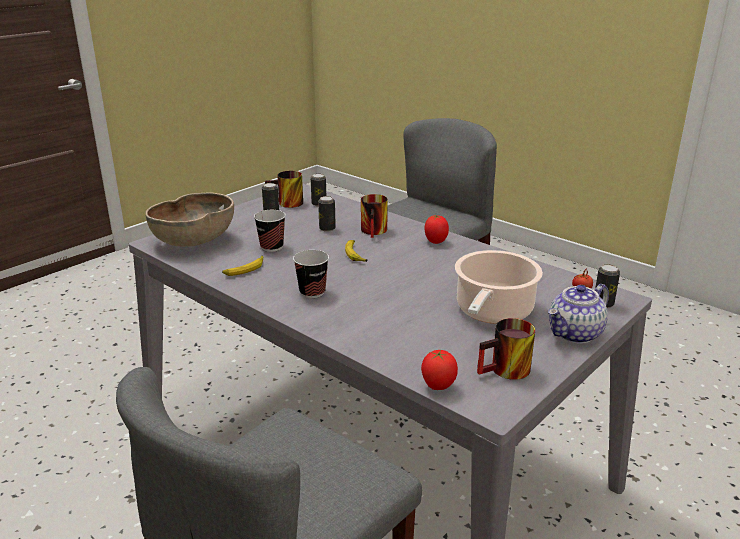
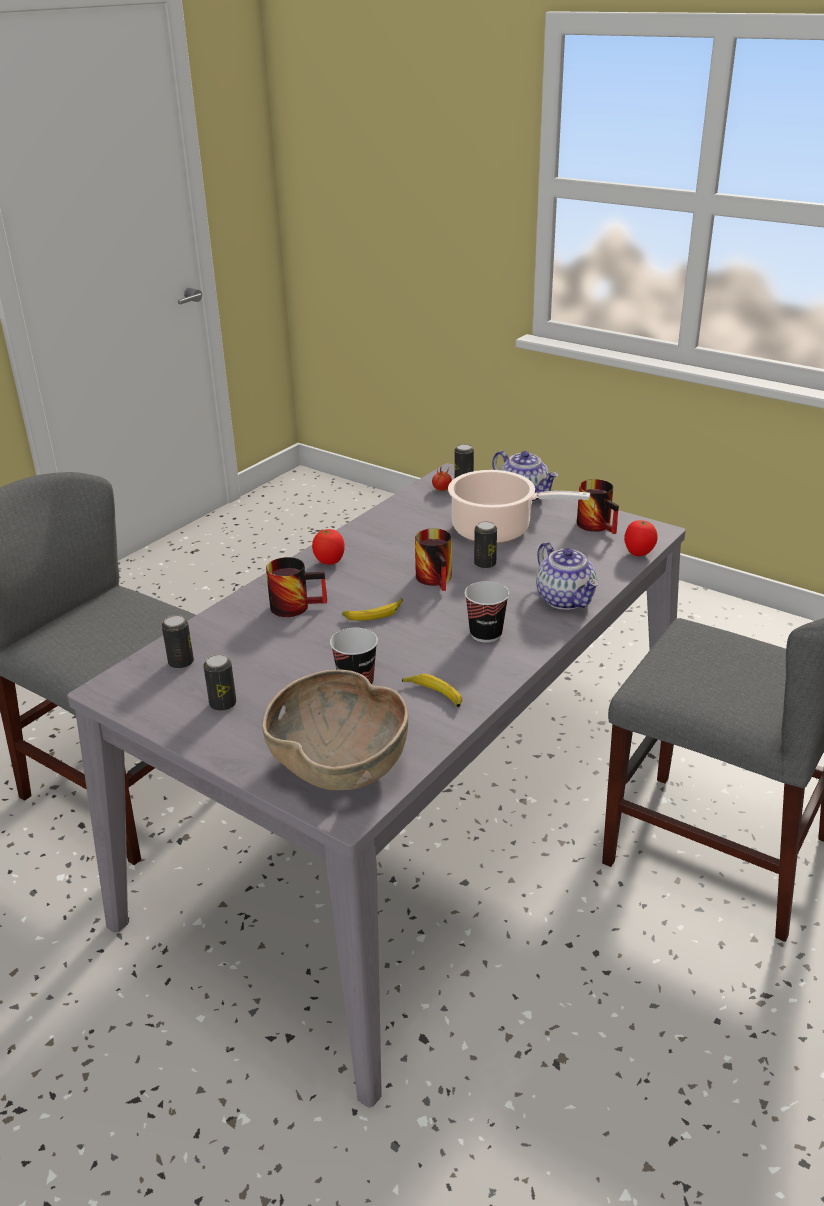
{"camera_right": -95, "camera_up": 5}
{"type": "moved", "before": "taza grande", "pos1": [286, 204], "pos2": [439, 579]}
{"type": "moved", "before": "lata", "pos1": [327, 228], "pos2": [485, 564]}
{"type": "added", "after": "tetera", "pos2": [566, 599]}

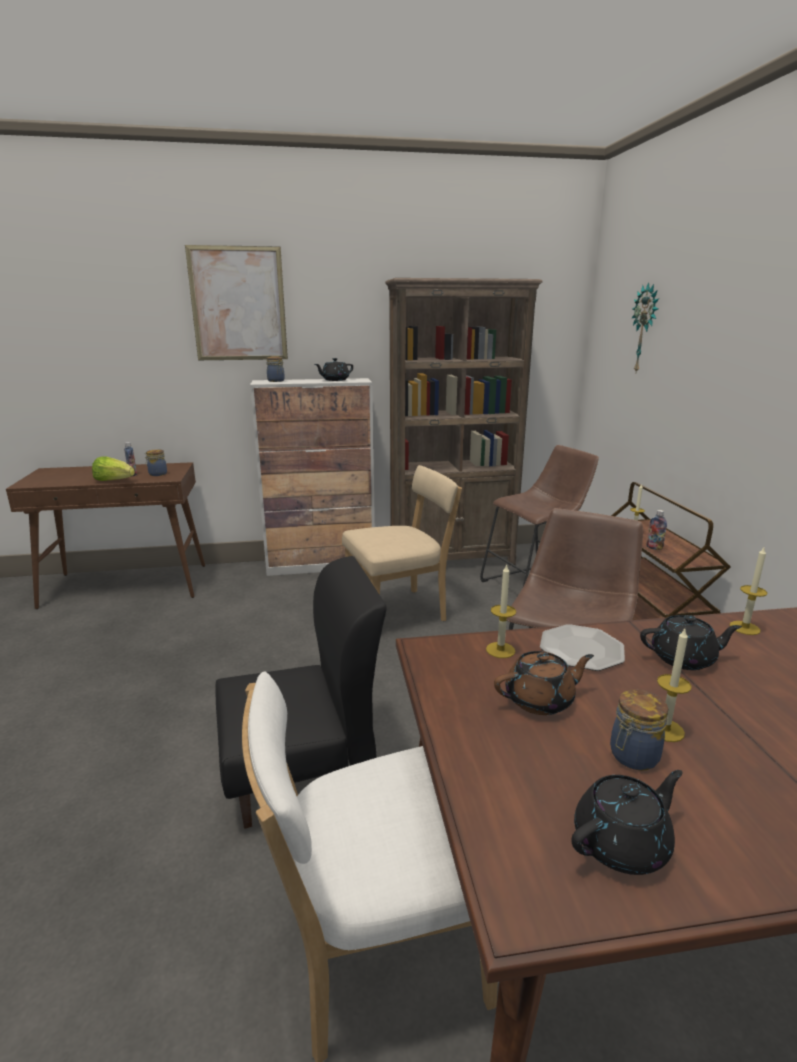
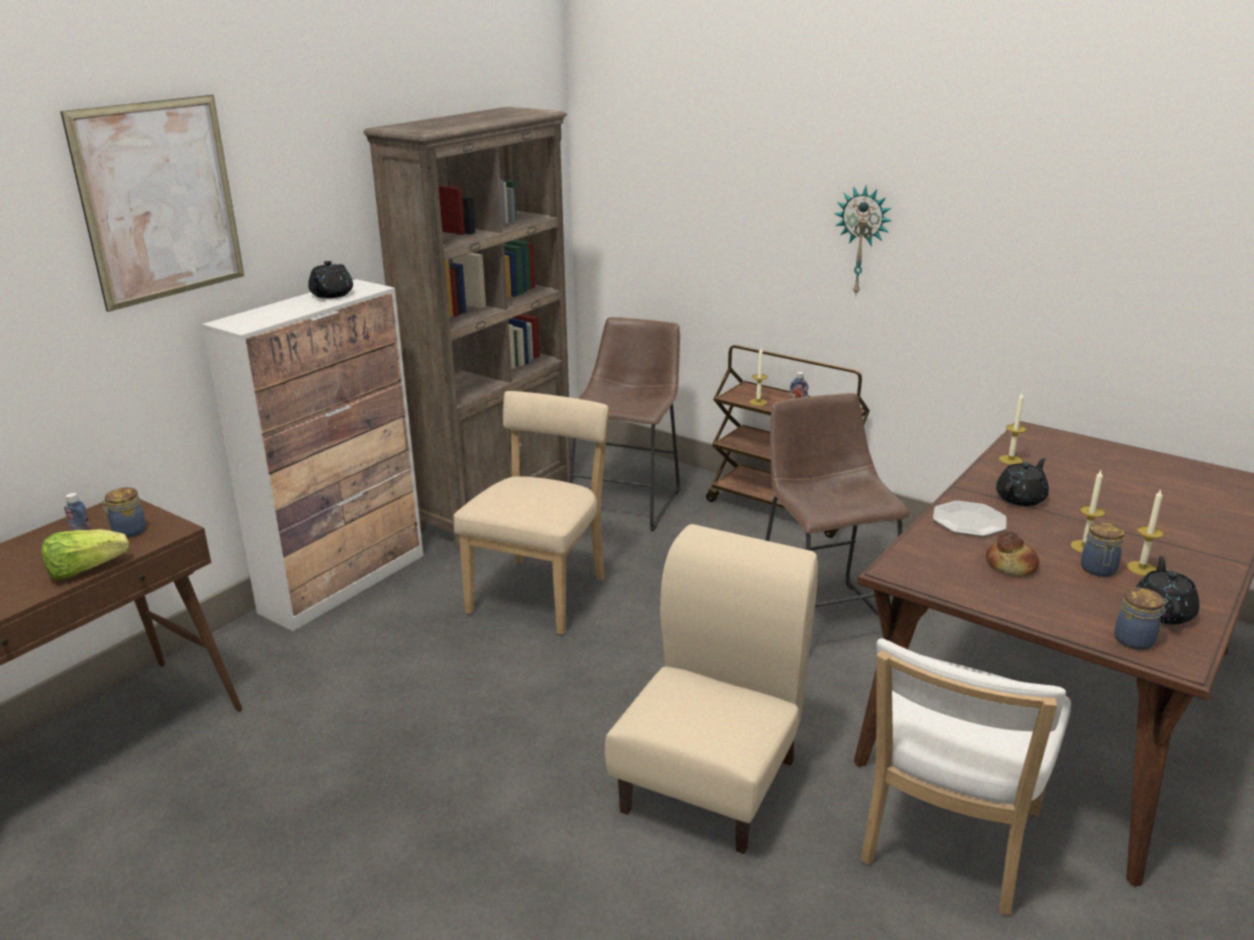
{"camera_right": -45, "camera_up": 5}
{"type": "recoloured", "before": "silla/negro", "after": "silla/beis", "pos1": [301, 771], "pos2": [711, 784]}
{"type": "moved", "before": "tarro", "pos1": [276, 381], "pos2": [1136, 640]}
{"type": "moved", "before": "vela", "pos1": [500, 650], "pos2": [1141, 568]}
{"type": "replaced", "before": "tetera/marrón", "after": "pan", "pos1": [540, 700], "pos2": [1012, 565]}
{"type": "moved", "before": "reloj de pared", "pos1": [645, 329], "pos2": [862, 241]}

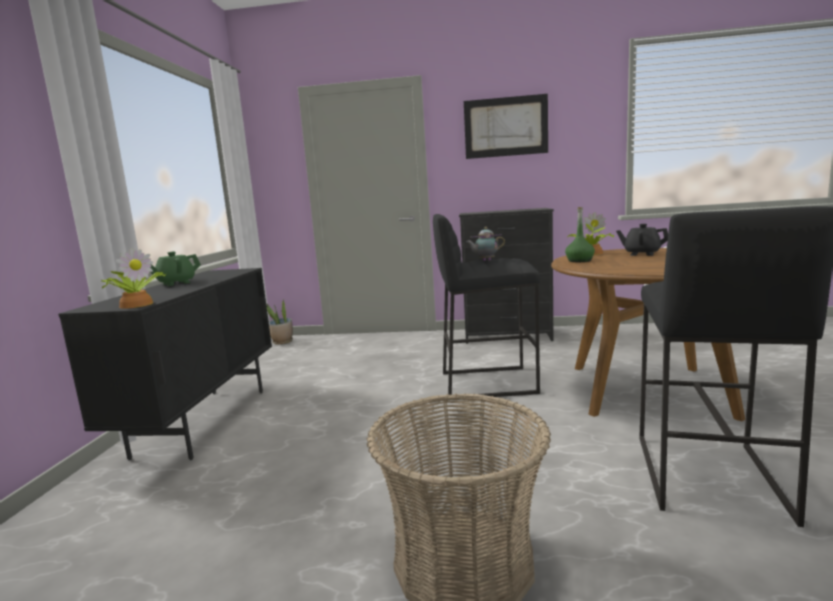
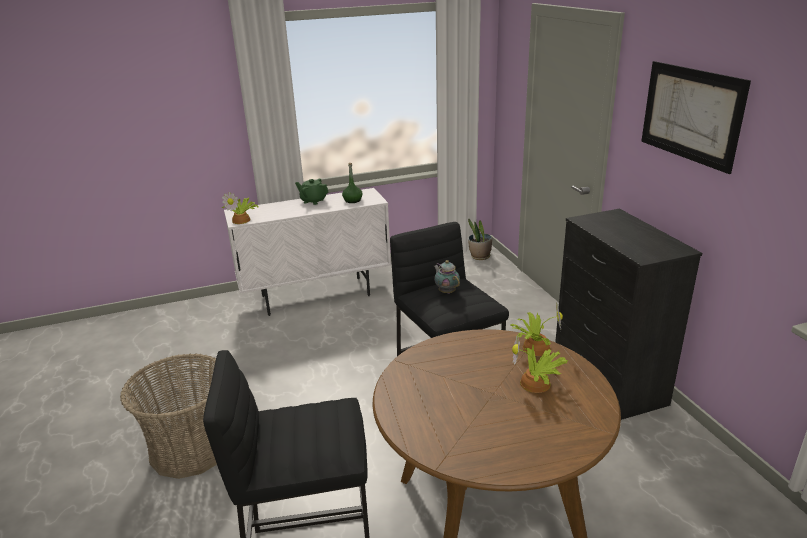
{"camera_right": 65, "camera_up": 15}
{"type": "recoloured", "before": "armario/negro", "after": "armario/blanco", "pos1": [204, 421], "pos2": [316, 296]}
{"type": "moved", "before": "botella/verde", "pos1": [579, 261], "pos2": [352, 200]}
{"type": "replaced", "before": "tetera/negro", "after": "planta en maceta", "pos1": [641, 254], "pos2": [537, 384]}

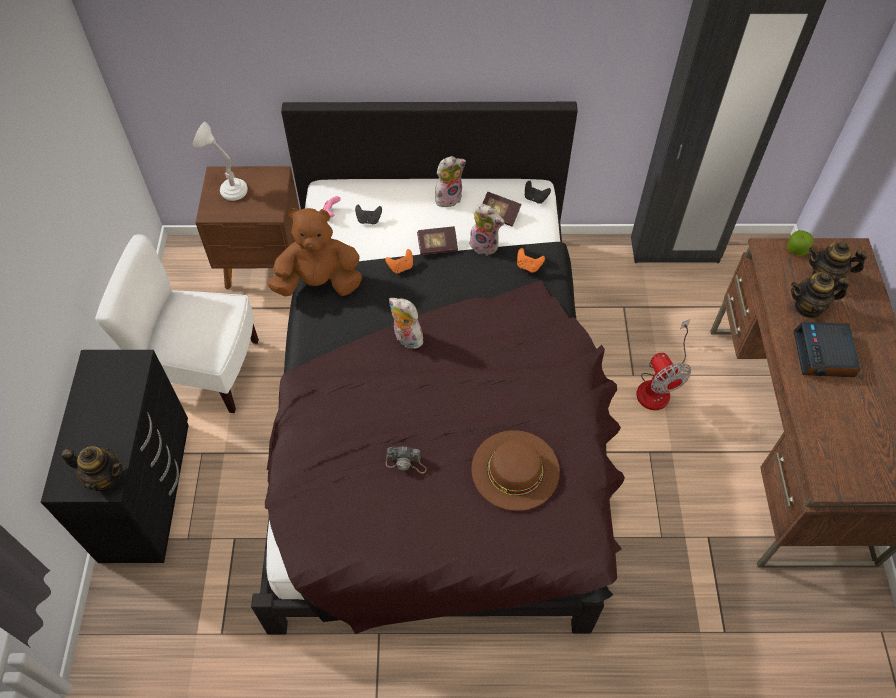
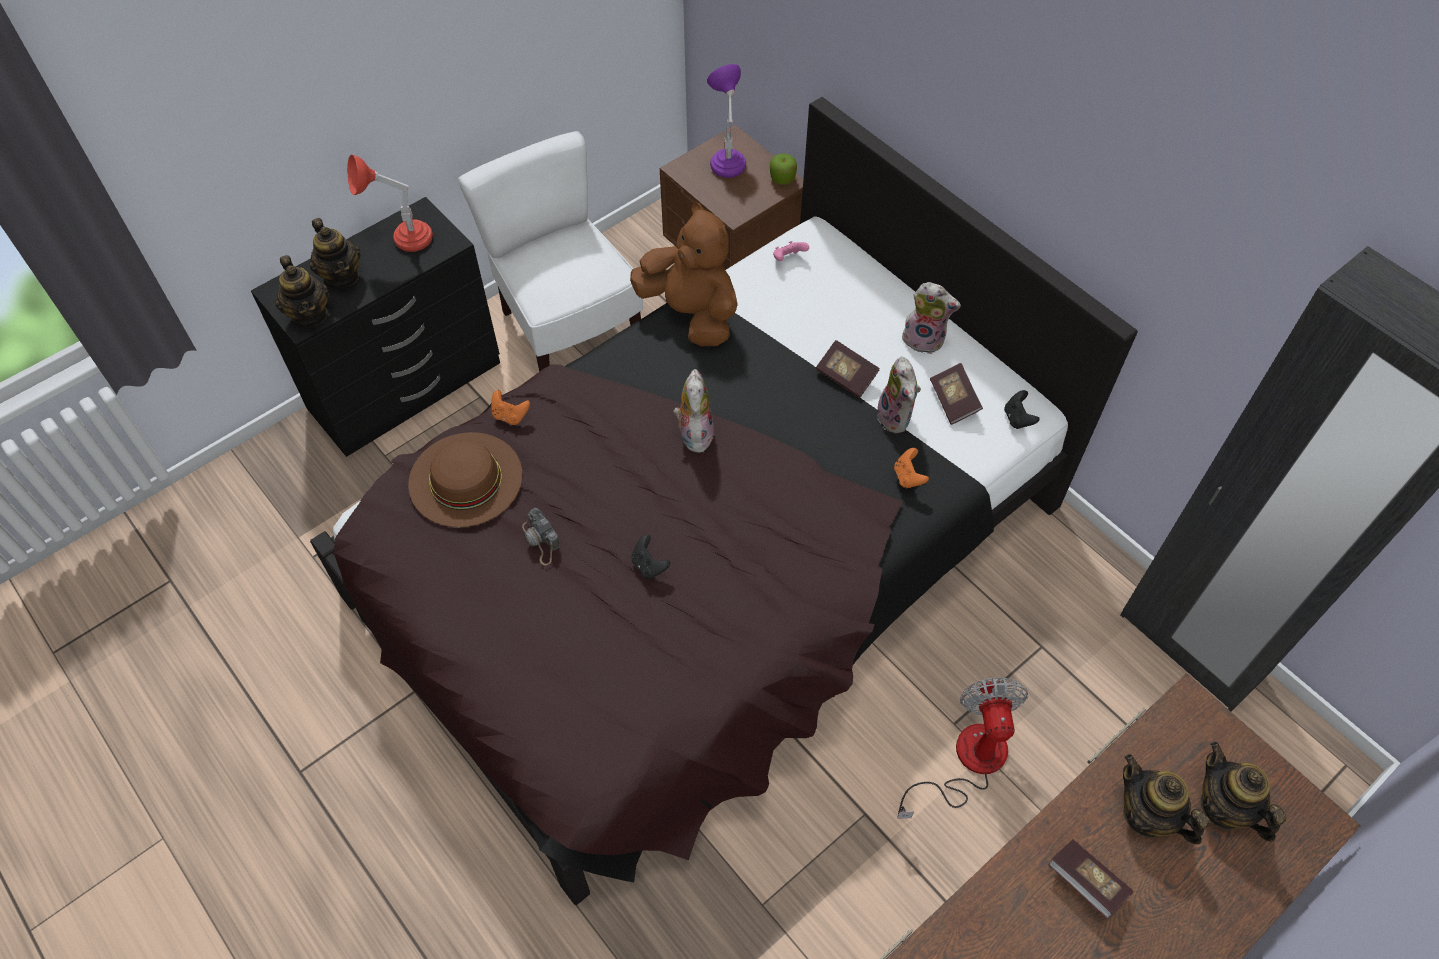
{"camera_right": 50, "camera_up": 0}
{"type": "recoloured", "before": "lámpara de mesa/blanco", "after": "lámpara de mesa/morado", "pos1": [227, 188], "pos2": [726, 158]}
{"type": "moved", "before": "mando de consola/negro", "pos1": [369, 220], "pos2": [649, 565]}
{"type": "moved", "before": "mando de consola/naranja", "pos1": [401, 267], "pos2": [510, 416]}
{"type": "moved", "before": "sombrero/marrón", "pos1": [515, 470], "pos2": [465, 479]}
{"type": "turned", "before": "ventilador", "pos1": [658, 386], "pos2": [967, 762], "turn": 150}
{"type": "moved", "before": "manzana", "pos1": [796, 249], "pos2": [782, 178]}
{"type": "replaced", "before": "despertador", "after": "libro", "pos1": [824, 355], "pos2": [1086, 882]}
{"type": "added", "after": "tetera", "pos2": [342, 276]}
{"type": "added", "after": "lámpara de mesa/rojo", "pos2": [401, 240]}

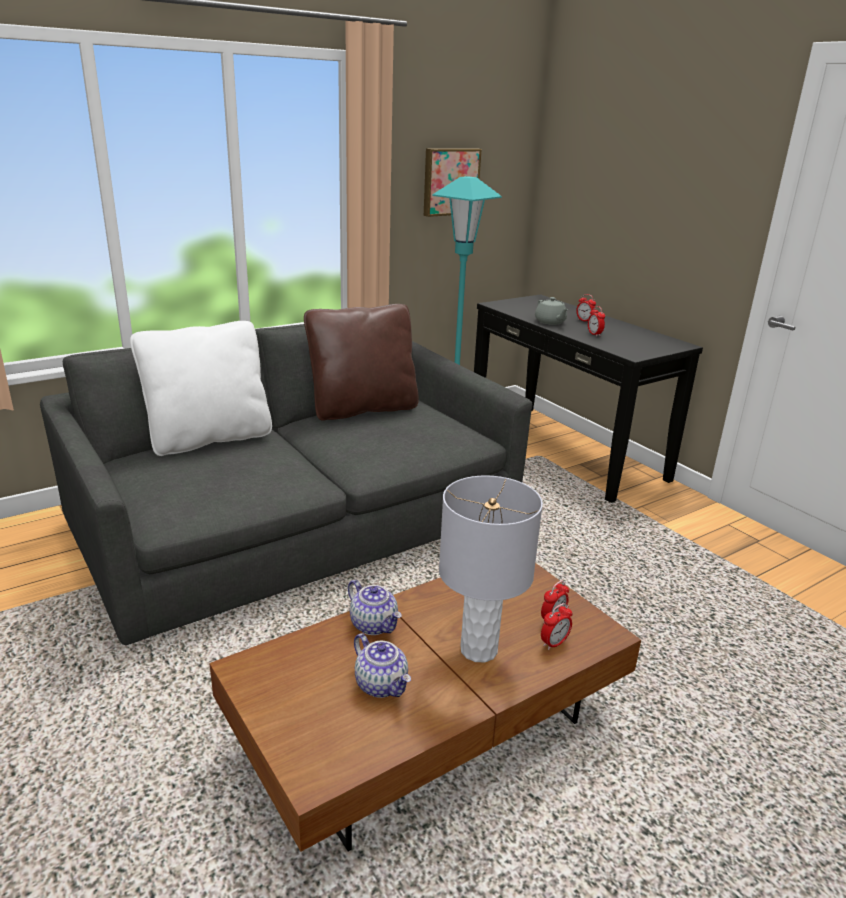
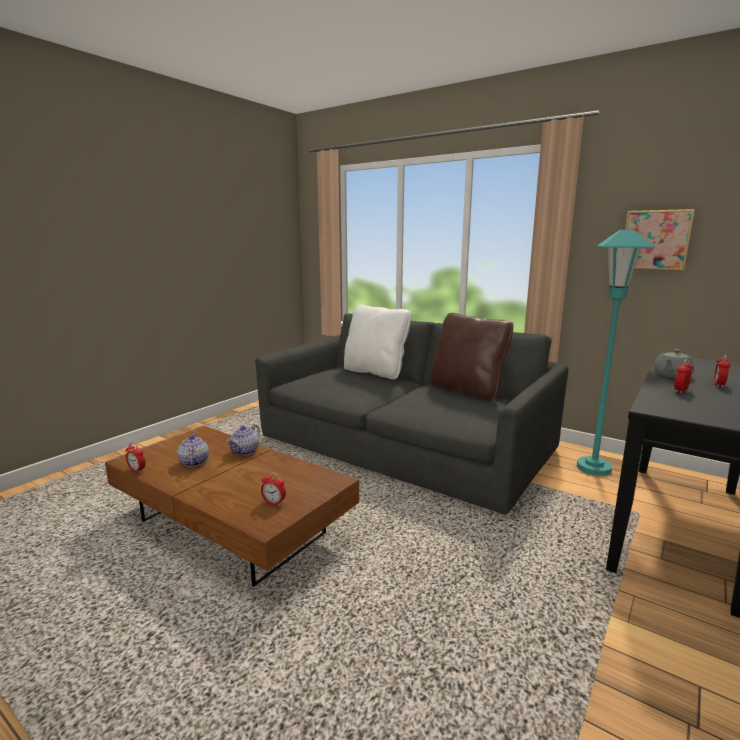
{"camera_right": 70, "camera_up": -10}
{"type": "turned", "before": "tetera", "pos1": [382, 685], "pos2": [193, 462], "turn": 135}
{"type": "removed", "before": "lámpara de mesa/gris", "pos1": [478, 650]}
{"type": "moved", "before": "despertador", "pos1": [554, 643], "pos2": [137, 470]}

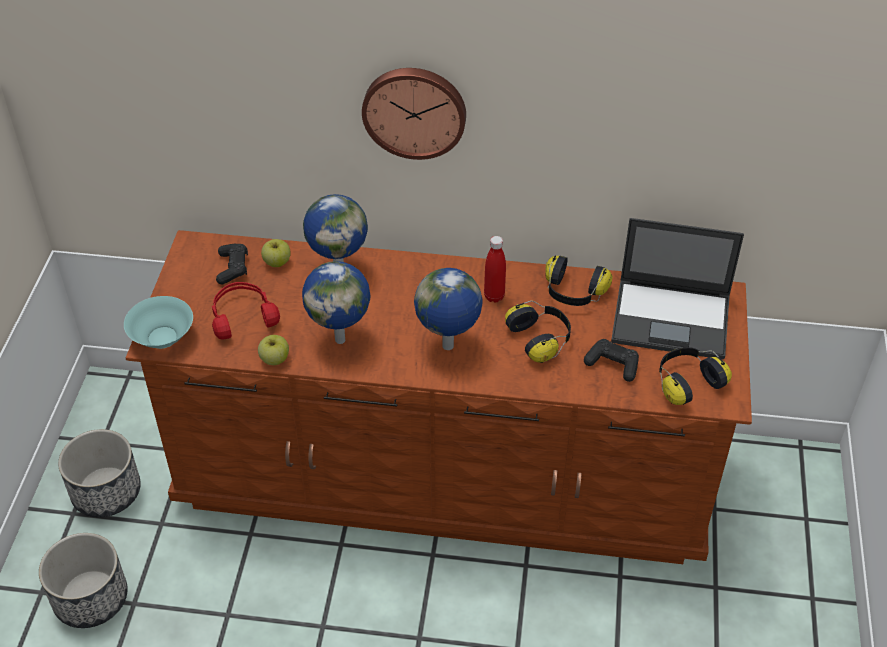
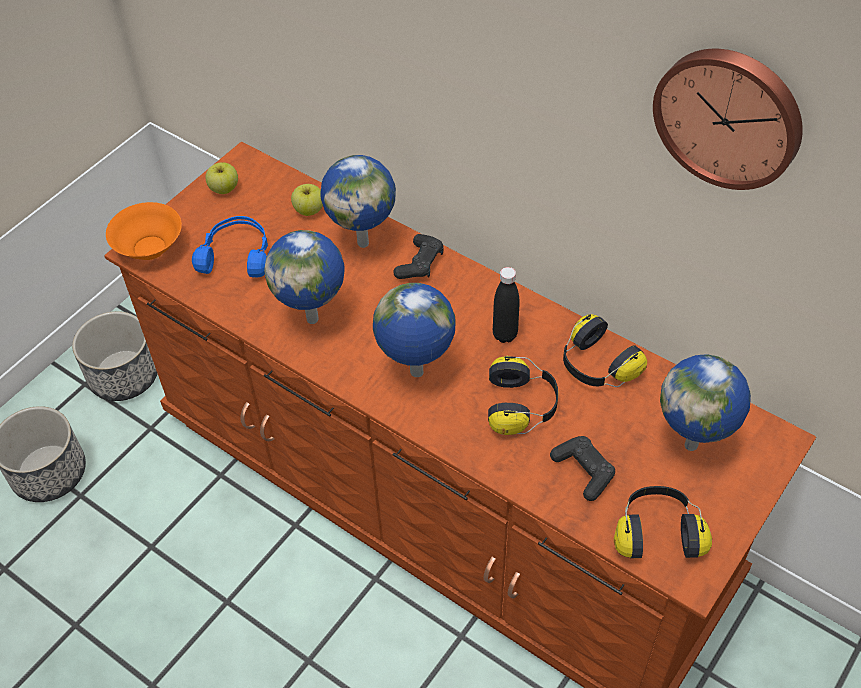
{"camera_right": 30, "camera_up": 5}
{"type": "recoloured", "before": "cuenco/turquesa", "after": "cuenco/naranja", "pos1": [162, 338], "pos2": [149, 248]}
{"type": "recoloured", "before": "auriculares/rojo", "after": "auriculares/azul", "pos1": [242, 316], "pos2": [237, 255]}
{"type": "moved", "before": "mando de consola/negro", "pos1": [233, 268], "pos2": [420, 264]}
{"type": "moved", "before": "manzana", "pos1": [274, 359], "pos2": [224, 188]}
{"type": "moved", "before": "reloj de pared", "pos1": [415, 110], "pos2": [729, 116]}
{"type": "recoloured", "before": "botella/rojo", "after": "botella/negro", "pos1": [494, 296], "pos2": [505, 335]}
{"type": "replaced", "before": "portátil", "after": "globo terráqueo", "pos1": [672, 319], "pos2": [693, 445]}

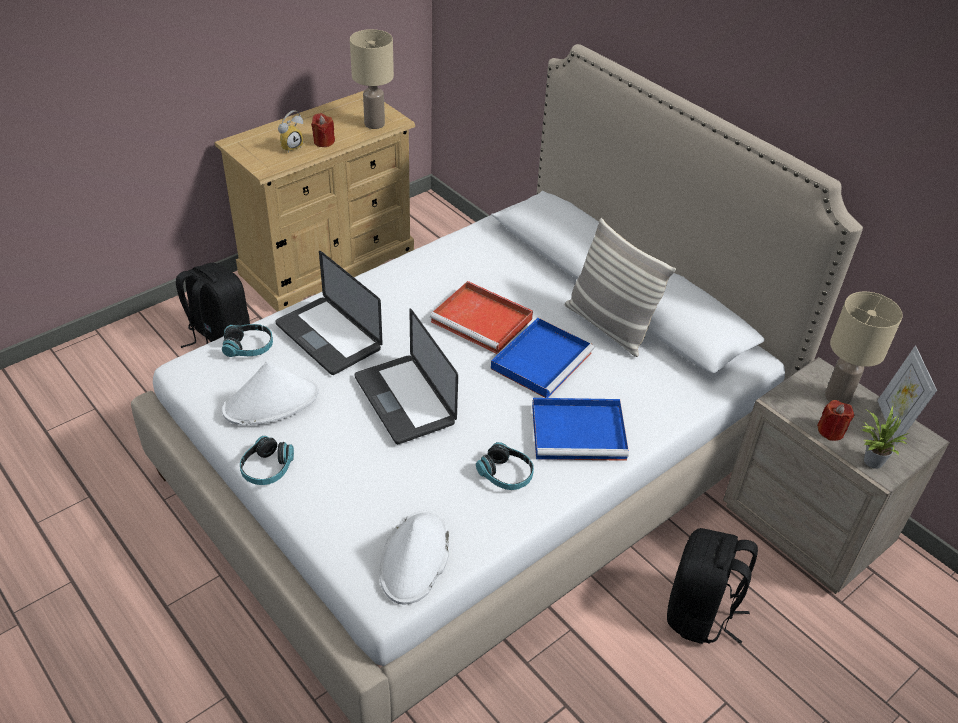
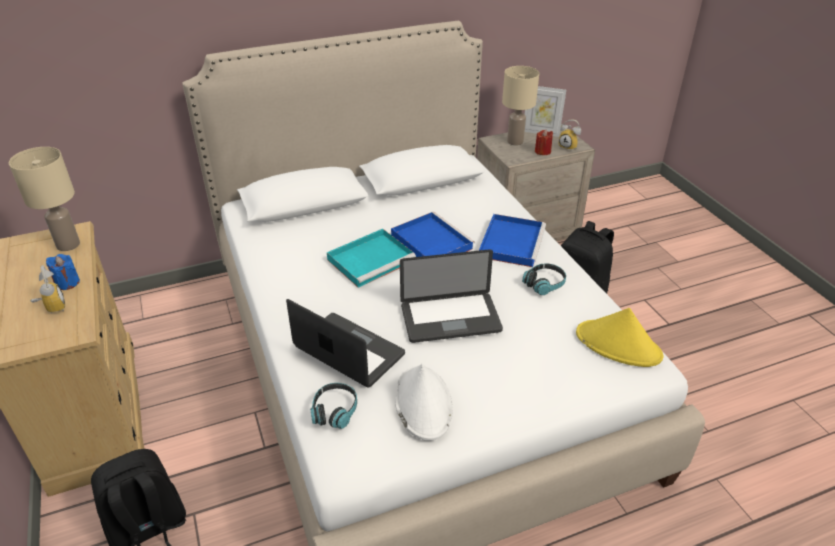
{"camera_right": -70, "camera_up": -5}
{"type": "removed", "before": "auriculares", "pos1": [267, 468]}
{"type": "turned", "before": "portátil", "pos1": [328, 337], "pos2": [349, 351], "turn": -120}
{"type": "recoloured", "before": "vela/rojo", "after": "vela/azul", "pos1": [324, 142], "pos2": [67, 283]}
{"type": "recoloured", "before": "sombrero/blanco", "after": "sombrero/amarillo", "pos1": [414, 558], "pos2": [618, 345]}
{"type": "recoloured", "before": "bandeja/rojo", "after": "bandeja/turquesa", "pos1": [483, 321], "pos2": [372, 259]}
{"type": "removed", "before": "cojín", "pos1": [608, 326]}
{"type": "replaced", "before": "planta en maceta", "after": "despertador", "pos1": [870, 461], "pos2": [569, 147]}

